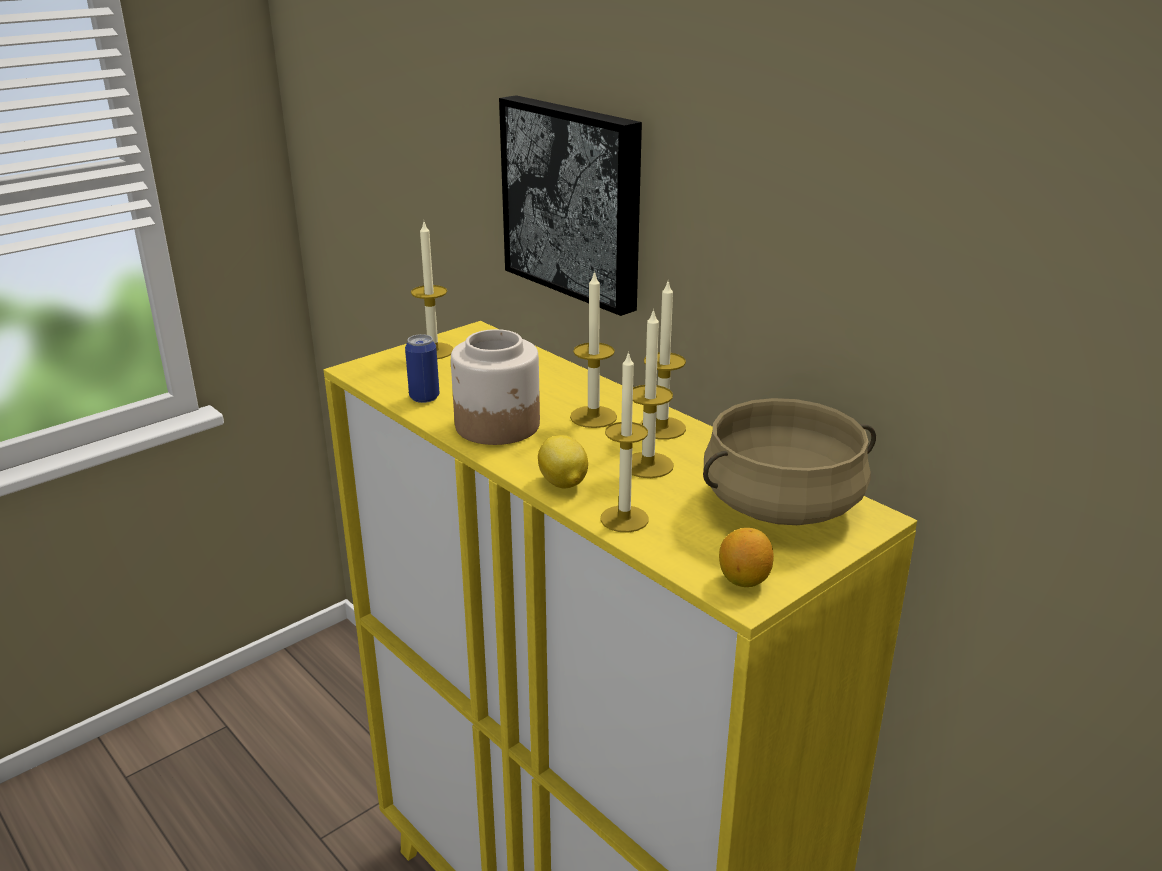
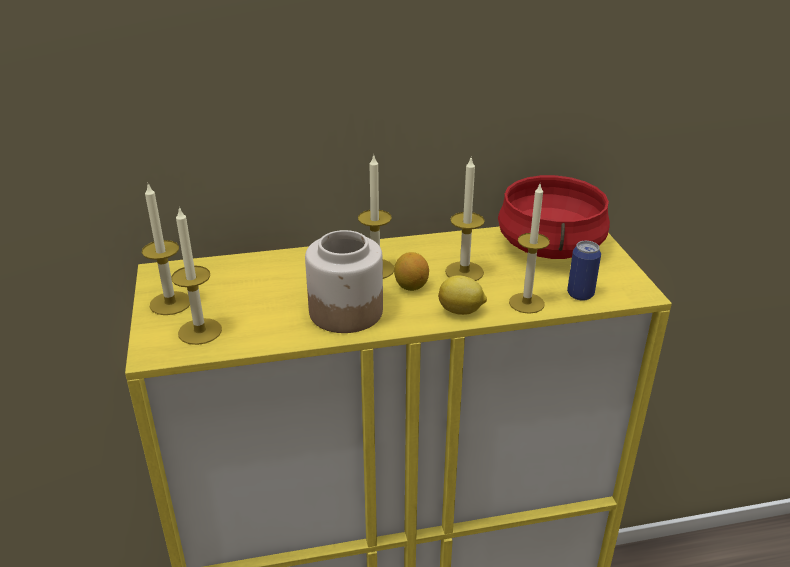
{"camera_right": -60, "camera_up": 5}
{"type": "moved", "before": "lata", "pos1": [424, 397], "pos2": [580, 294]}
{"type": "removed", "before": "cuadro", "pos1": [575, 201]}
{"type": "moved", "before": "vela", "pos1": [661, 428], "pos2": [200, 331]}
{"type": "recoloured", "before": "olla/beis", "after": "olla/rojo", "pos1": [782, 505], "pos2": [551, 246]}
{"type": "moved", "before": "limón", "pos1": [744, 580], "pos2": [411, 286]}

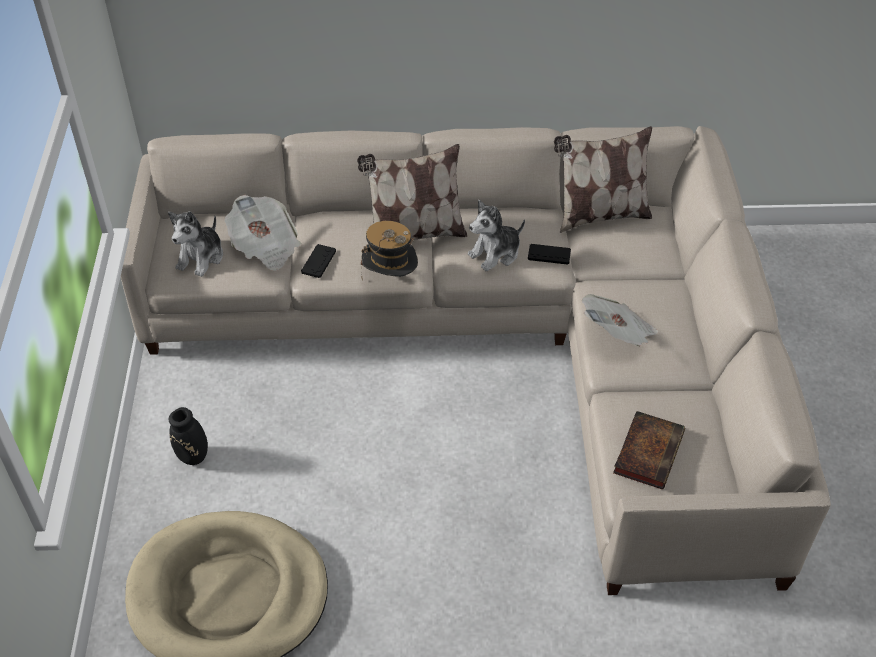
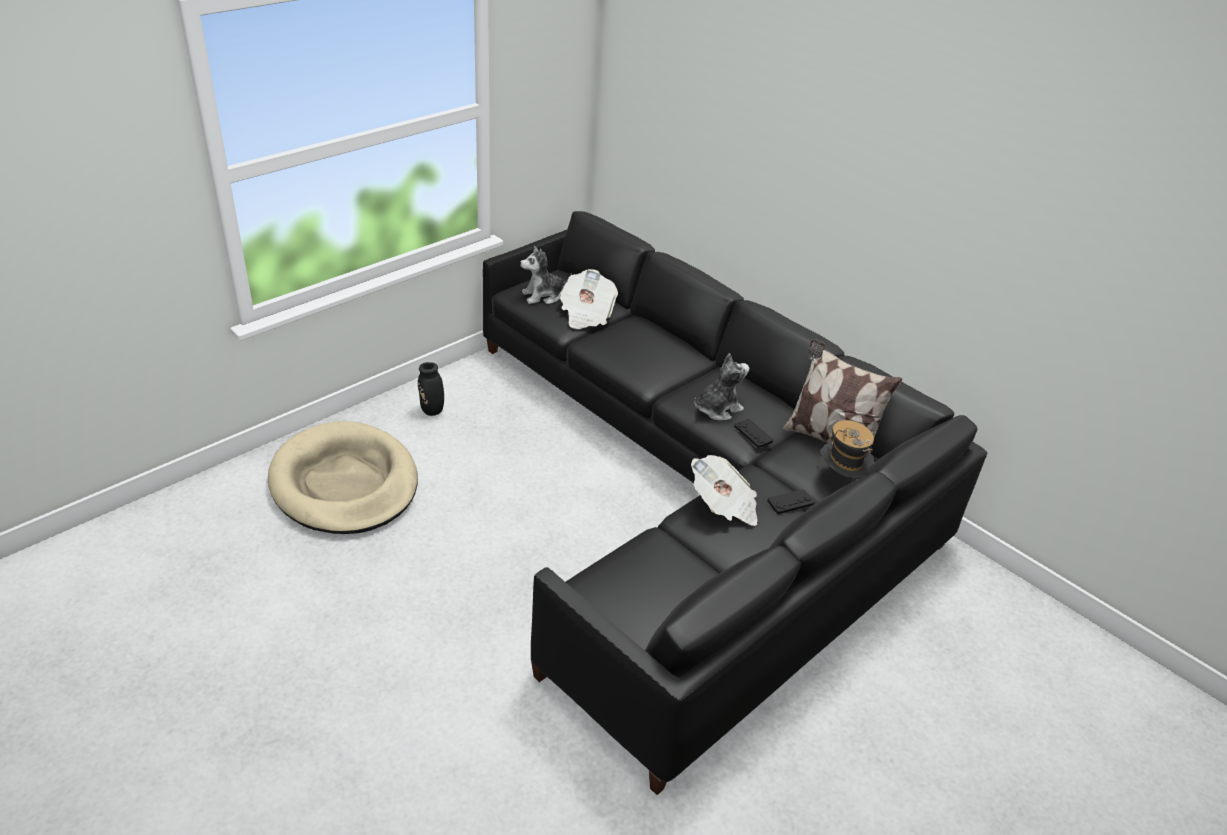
{"camera_right": 45, "camera_up": -10}
{"type": "recoloured", "before": "sofá/beis", "after": "sofá/negro", "pos1": [503, 342], "pos2": [695, 495]}
{"type": "moved", "before": "mando de consola/negro", "pos1": [318, 262], "pos2": [790, 502]}
{"type": "removed", "before": "cojín", "pos1": [414, 234]}
{"type": "moved", "before": "sombrero", "pos1": [390, 279], "pos2": [840, 480]}
{"type": "turned", "before": "peluche", "pos1": [495, 253], "pos2": [717, 409], "turn": 135}
{"type": "removed", "before": "libro", "pos1": [648, 451]}

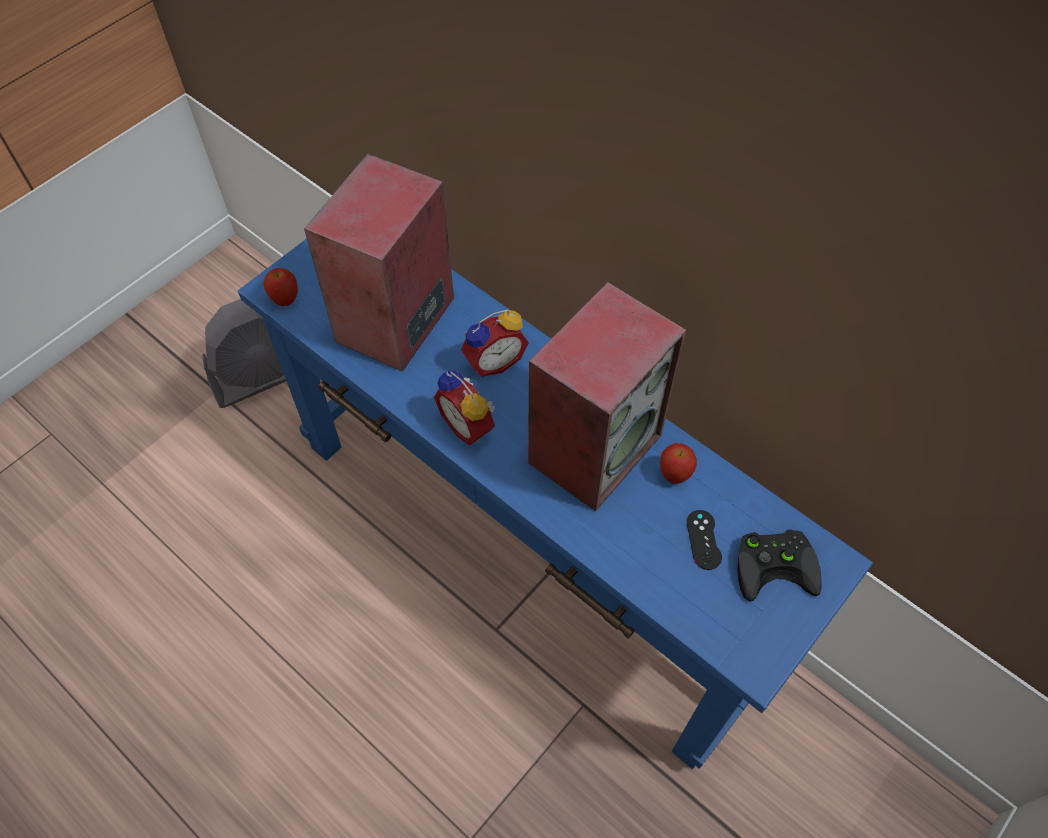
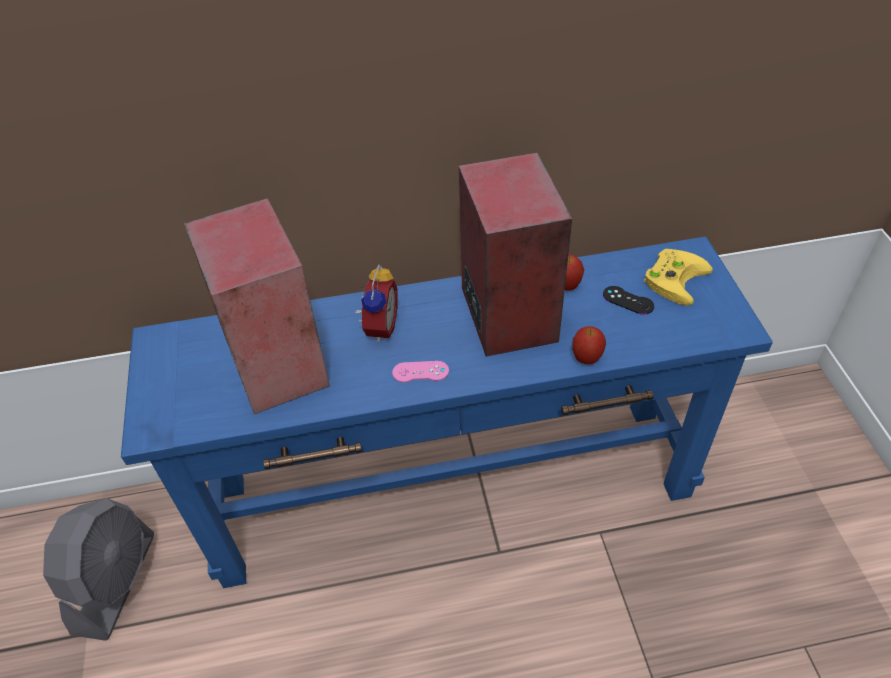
{"camera_right": -50, "camera_up": -10}
{"type": "moved", "before": "manzana", "pos1": [285, 300], "pos2": [586, 359]}
{"type": "replaced", "before": "despertador", "after": "mando de consola/rosa", "pos1": [469, 425], "pos2": [420, 372]}
{"type": "recoloured", "before": "mando de consola/negro", "after": "mando de consola/amarillo", "pos1": [777, 564], "pos2": [674, 277]}

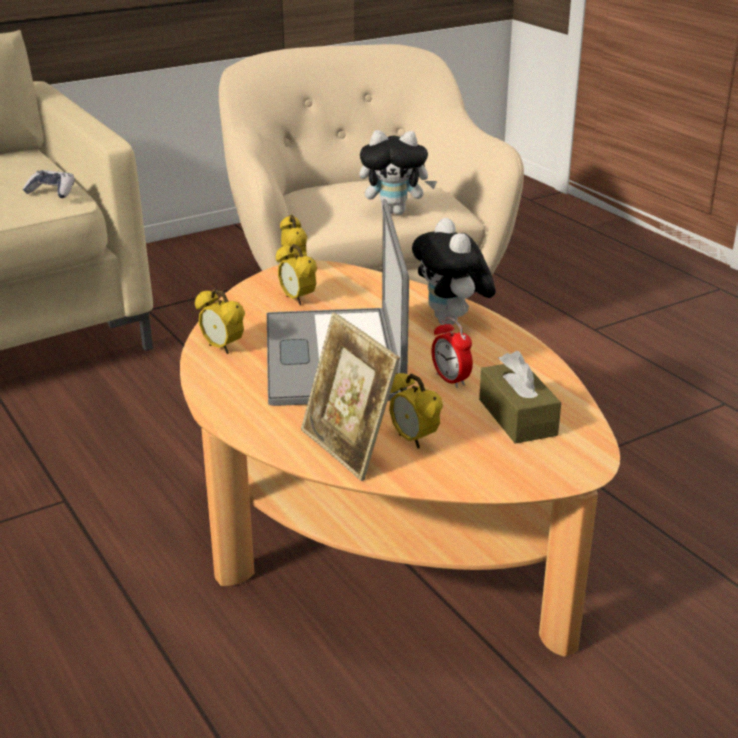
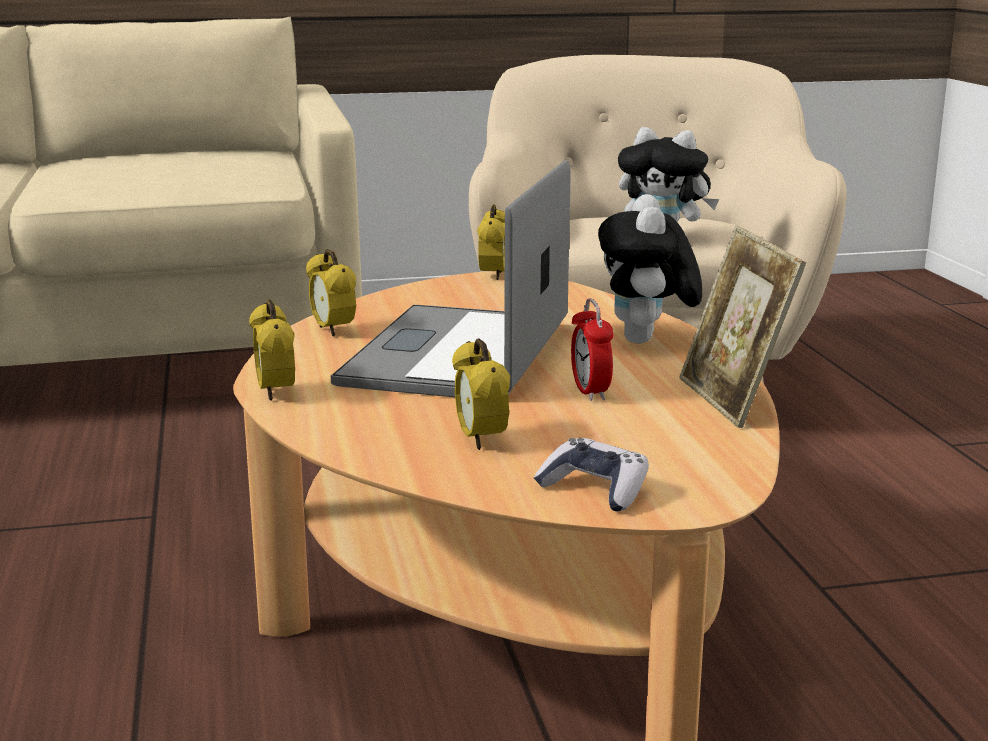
{"camera_right": 20, "camera_up": -10}
{"type": "moved", "before": "mando de consola", "pos1": [51, 192], "pos2": [595, 489]}
{"type": "moved", "before": "despertador", "pos1": [297, 299], "pos2": [275, 393]}
{"type": "moved", "before": "portarretratos", "pos1": [348, 449], "pos2": [733, 401]}
{"type": "removed", "before": "caja de pañuelos/marrón", "pos1": [517, 417]}

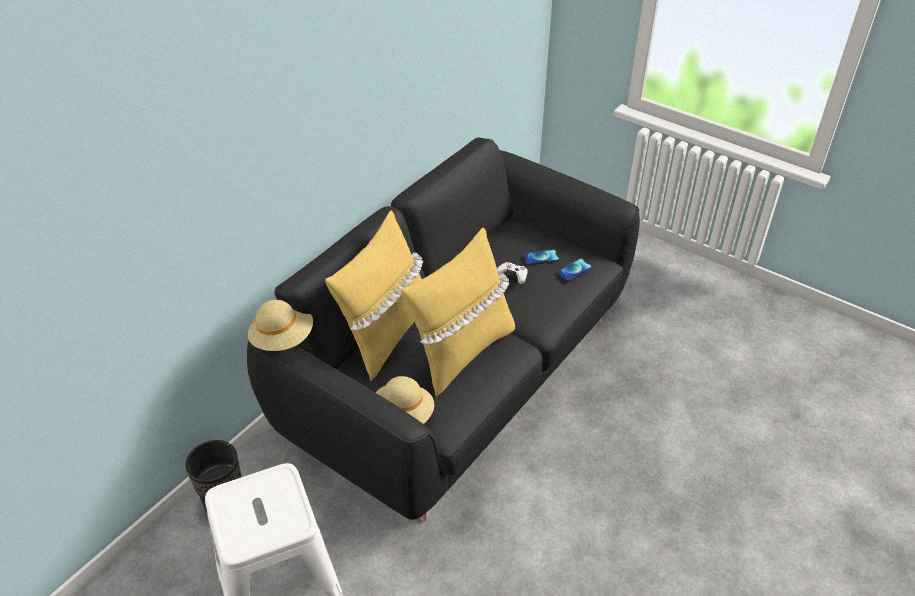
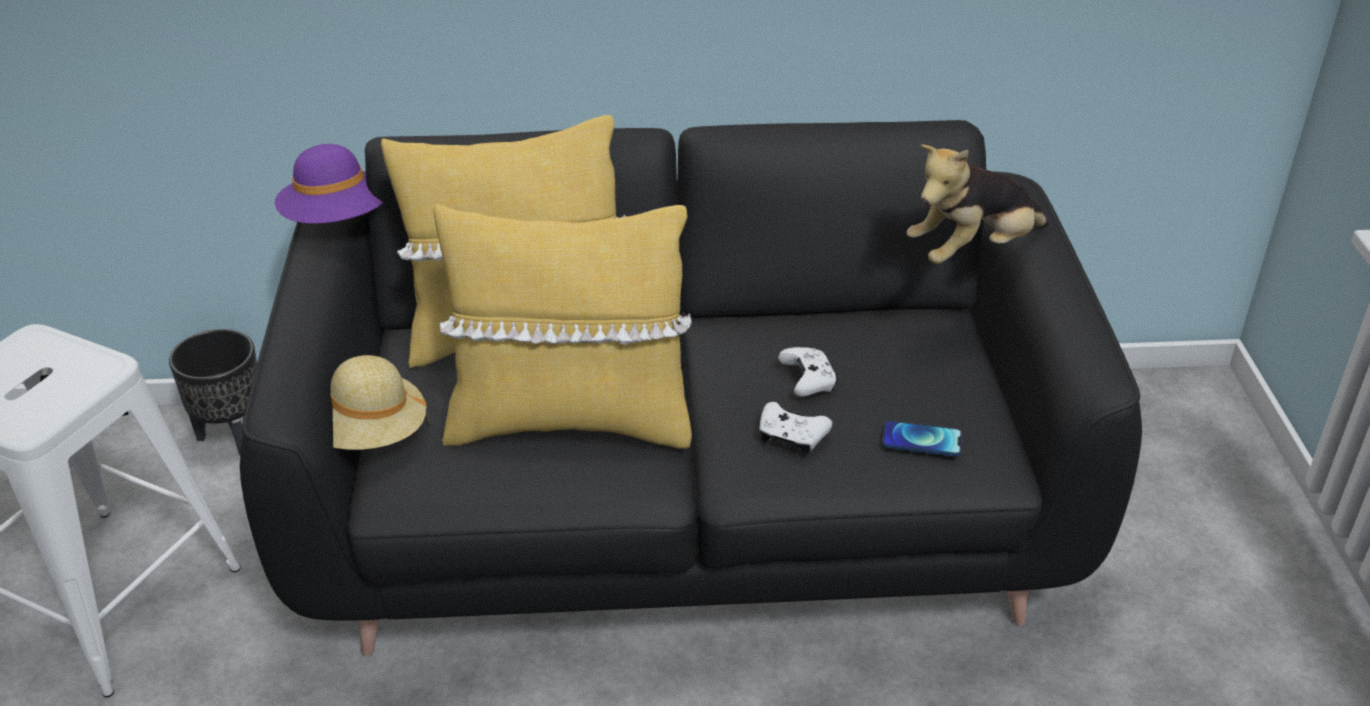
{"camera_right": 50, "camera_up": -5}
{"type": "recoloured", "before": "sombrero/beis", "after": "sombrero/morado", "pos1": [283, 339], "pos2": [337, 220]}
{"type": "removed", "before": "móvil", "pos1": [541, 258]}
{"type": "added", "after": "mando de consola/blanco", "pos2": [791, 437]}
{"type": "added", "after": "peluche", "pos2": [973, 251]}

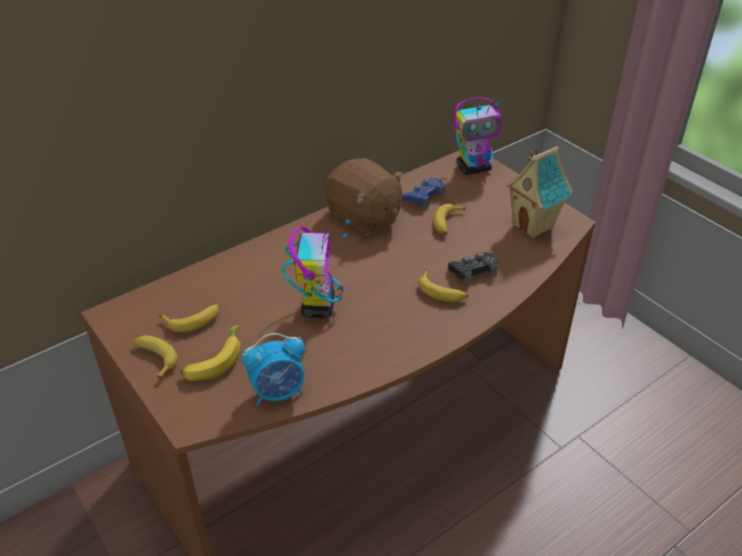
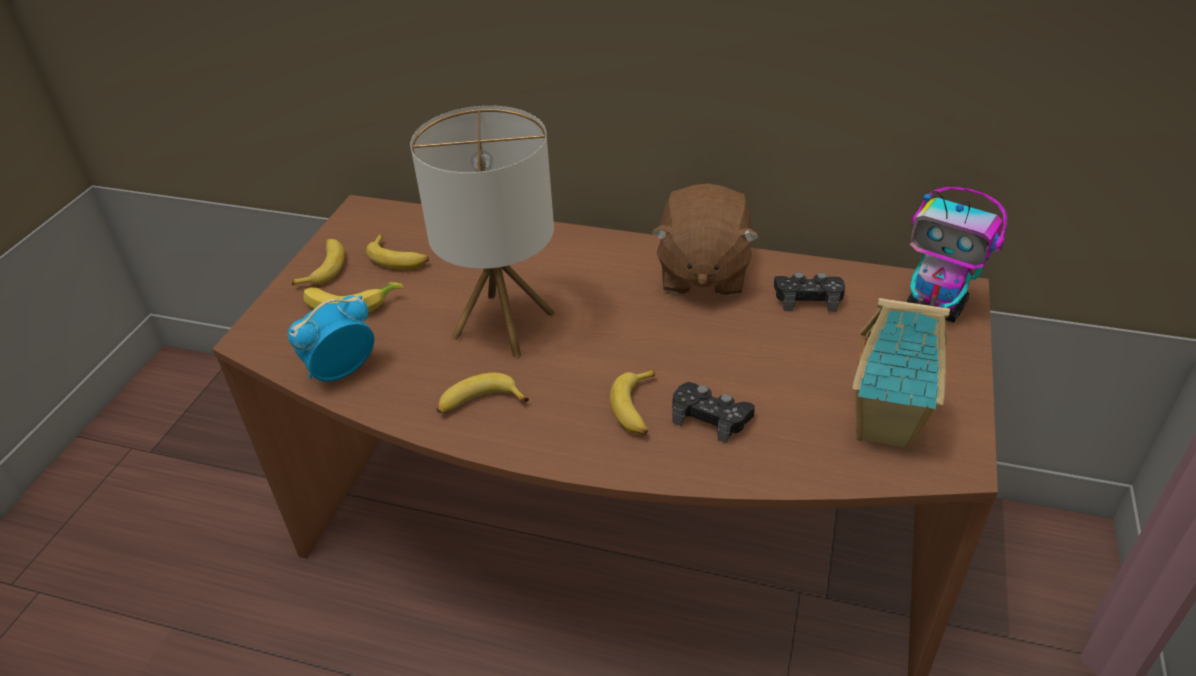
{"camera_right": 55, "camera_up": 0}
{"type": "turned", "before": "despertador", "pos1": [278, 392], "pos2": [340, 371], "turn": 105}
{"type": "replaced", "before": "robot de juguete", "after": "lámpara de mesa", "pos1": [318, 305], "pos2": [504, 325]}
{"type": "recoloured", "before": "mando de consola/azul", "after": "mando de consola/negro", "pos1": [424, 197], "pos2": [808, 298]}
{"type": "moved", "before": "plátano", "pos1": [448, 223], "pos2": [479, 403]}

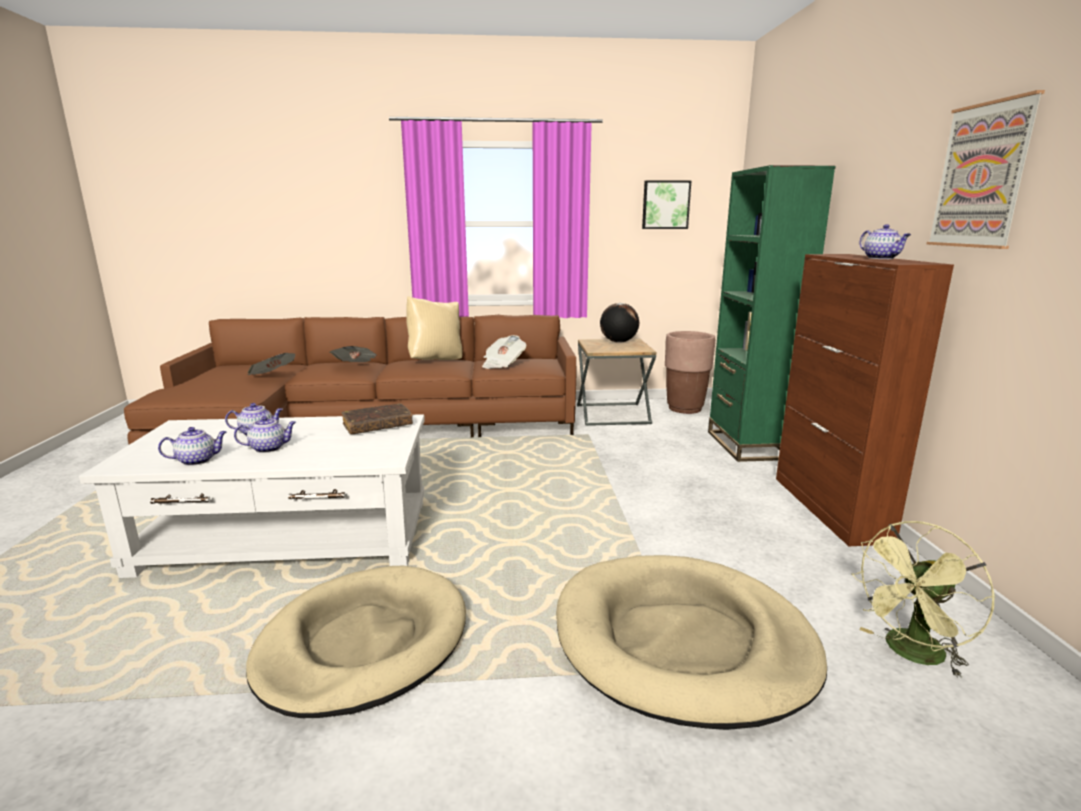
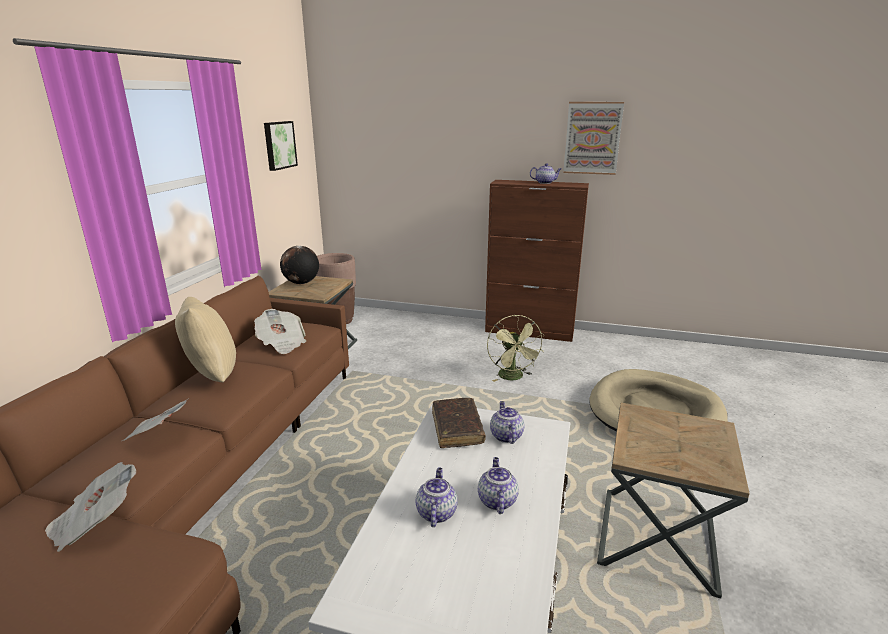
{"camera_right": -70, "camera_up": 5}
{"type": "moved", "before": "tetera", "pos1": [198, 460], "pos2": [505, 436]}
{"type": "replaced", "before": "cama para perro/beis", "after": "mesa auxiliar/marrón", "pos1": [363, 643], "pos2": [657, 540]}
{"type": "removed", "before": "estantería/verde", "pos1": [748, 445]}
{"type": "moved", "before": "ventilador/verde", "pos1": [910, 654], "pos2": [513, 377]}

